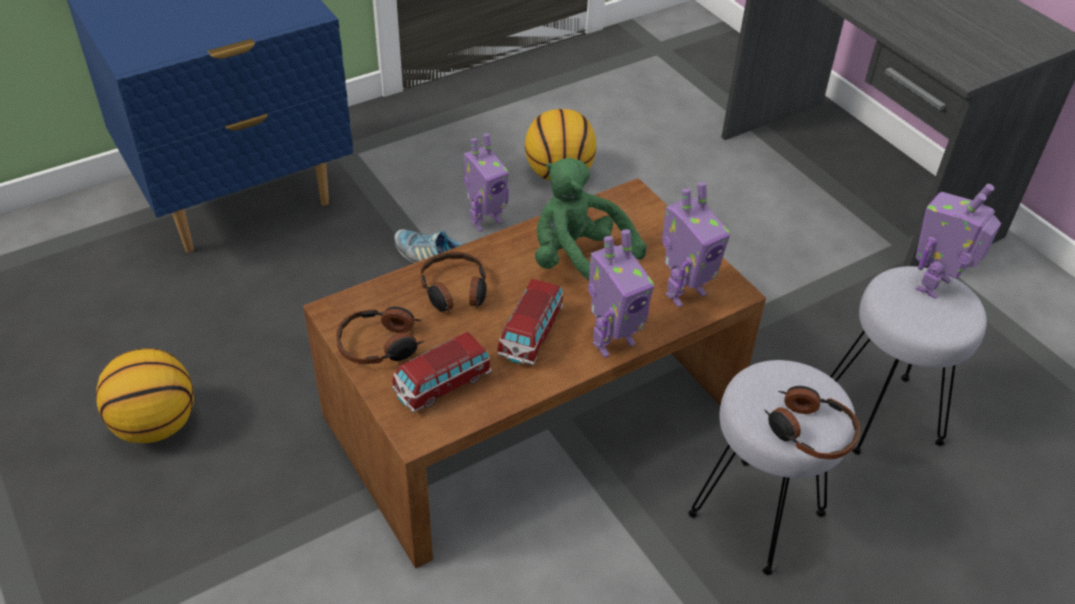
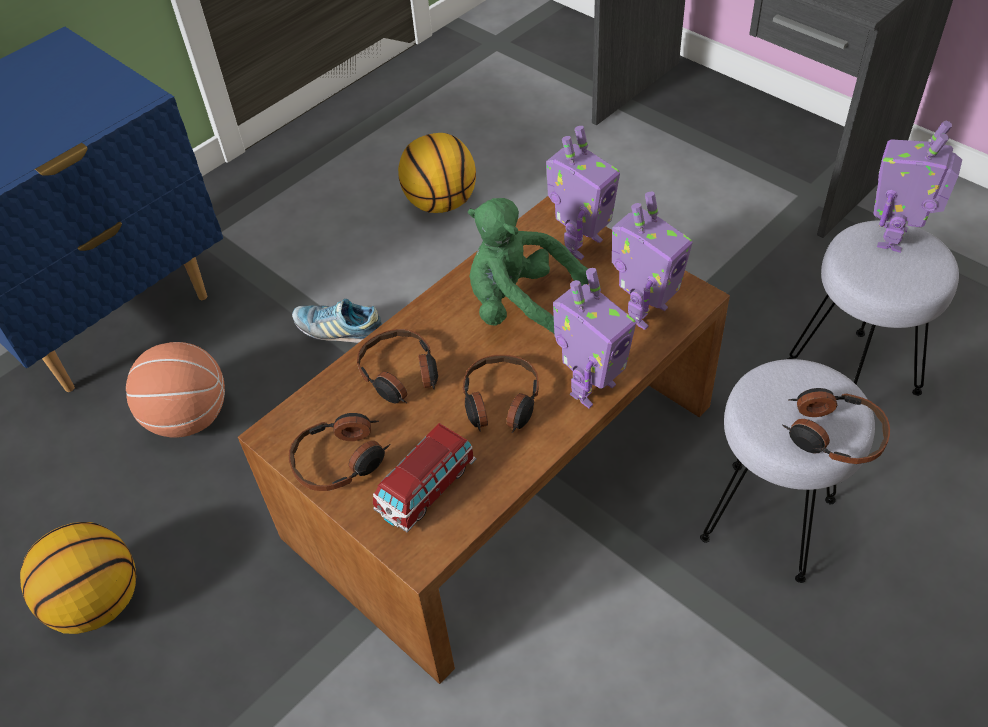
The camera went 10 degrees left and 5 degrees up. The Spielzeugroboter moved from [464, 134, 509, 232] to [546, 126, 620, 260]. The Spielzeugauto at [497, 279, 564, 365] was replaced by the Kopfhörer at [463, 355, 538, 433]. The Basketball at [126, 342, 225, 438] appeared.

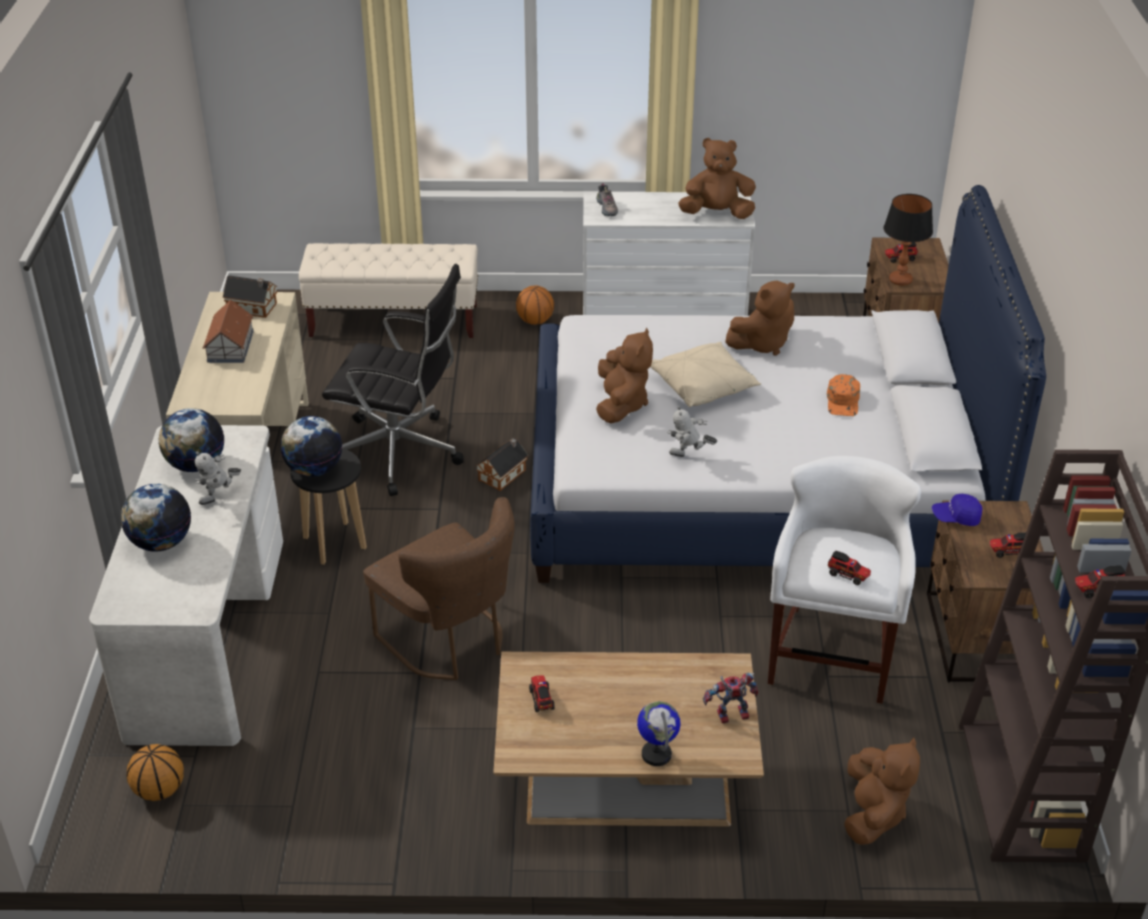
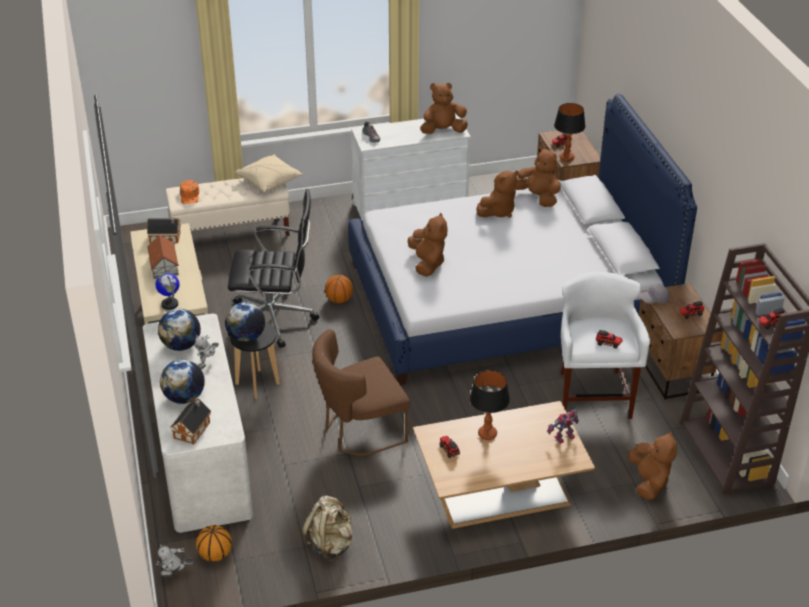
The camera went 15 degrees left and 0 degrees up. The Stuhl (braun) at [363, 497, 515, 680] turned 120 degrees clockwise. The Spielzeughaus moved from [476, 438, 528, 491] to [170, 398, 211, 445]. The Basketball moved from [516, 285, 554, 325] to [325, 275, 353, 303]. The Globus moved from [637, 701, 680, 766] to [156, 272, 180, 310]. The Kissen (beige) moved from [650, 342, 761, 407] to [235, 154, 303, 192]. The Spielzeugroboter moved from [667, 406, 717, 457] to [156, 545, 194, 576]. The Kappe (orange) moved from [827, 374, 860, 416] to [180, 180, 199, 204]. The Kappe (blau) at [932, 494, 983, 526] became the Kappe (grau) at [639, 284, 669, 303]. The Rucksack (beige) at [302, 496, 353, 561] appeared. The Tischlampe at [469, 370, 510, 440] appeared. The Plüschtier (braun) at [516, 146, 561, 207] appeared.

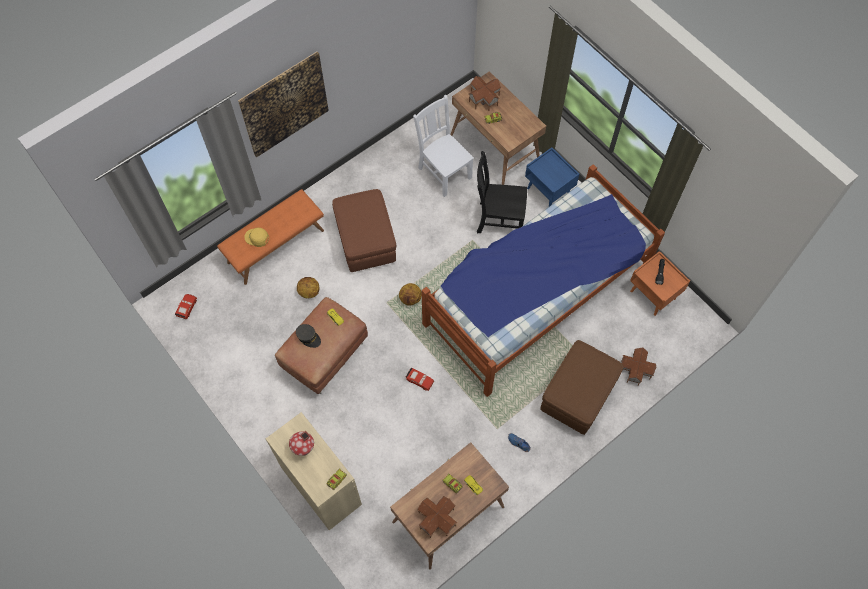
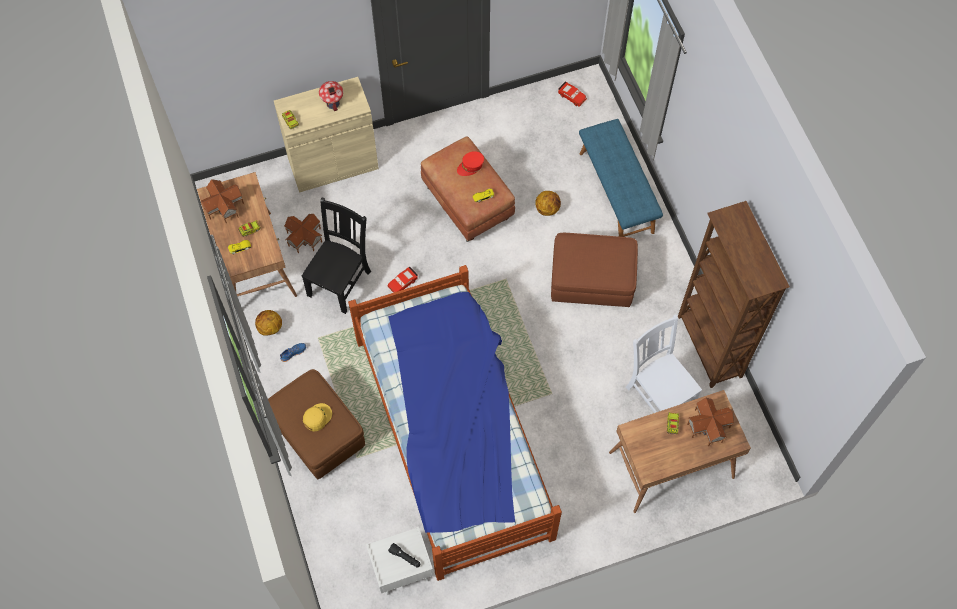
The camera went 110 degrees right and 0 degrees up. The Bank (orange) at [217, 189, 324, 285] became the Bank (blau) at [579, 119, 663, 237]. The Bild at [238, 52, 329, 157] disappeared. The Kappe (gelb) moved from [244, 228, 269, 247] to [303, 403, 332, 431]. The Kappe (grau) at [296, 324, 321, 348] became the Kappe (rot) at [457, 151, 484, 176]. The Basketball moved from [399, 283, 422, 306] to [255, 310, 282, 336]. The Stuhl (weiß) at [413, 95, 474, 197] turned 105 degrees counterclockwise. The Stuhl (schwarz) moved from [477, 151, 527, 233] to [302, 197, 371, 314]. The Nachttisch (blau) at [525, 147, 579, 206] disappeared. The Spielzeughaus moved from [621, 348, 656, 386] to [284, 214, 322, 254]. The Nachttisch (orange) at [630, 251, 690, 316] became the Nachttisch (weiß) at [366, 526, 434, 595]. The Bücherregal (braun) at [678, 201, 790, 388] appeared.

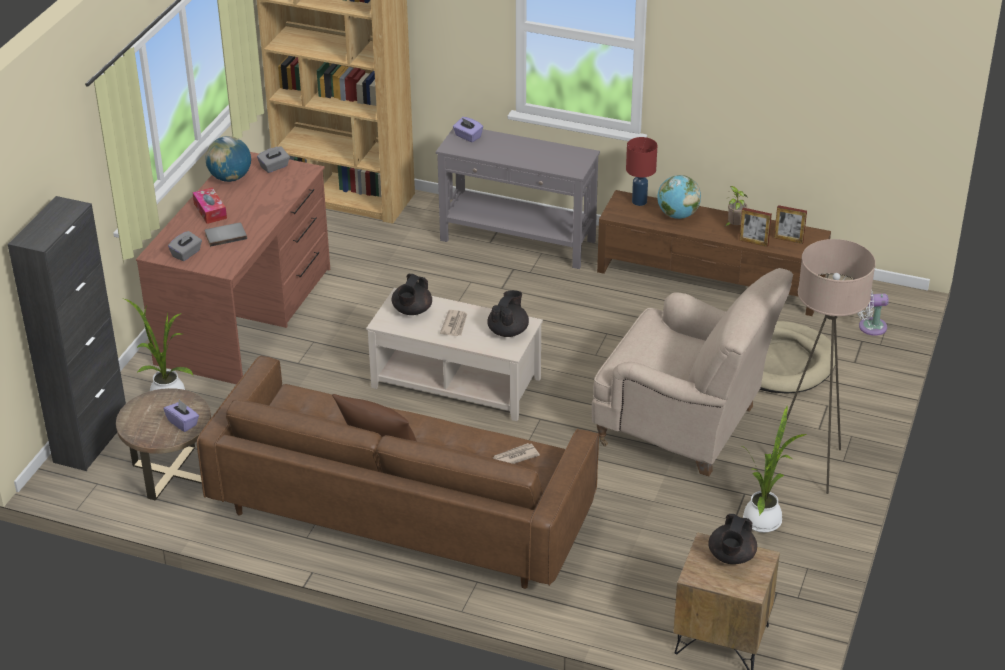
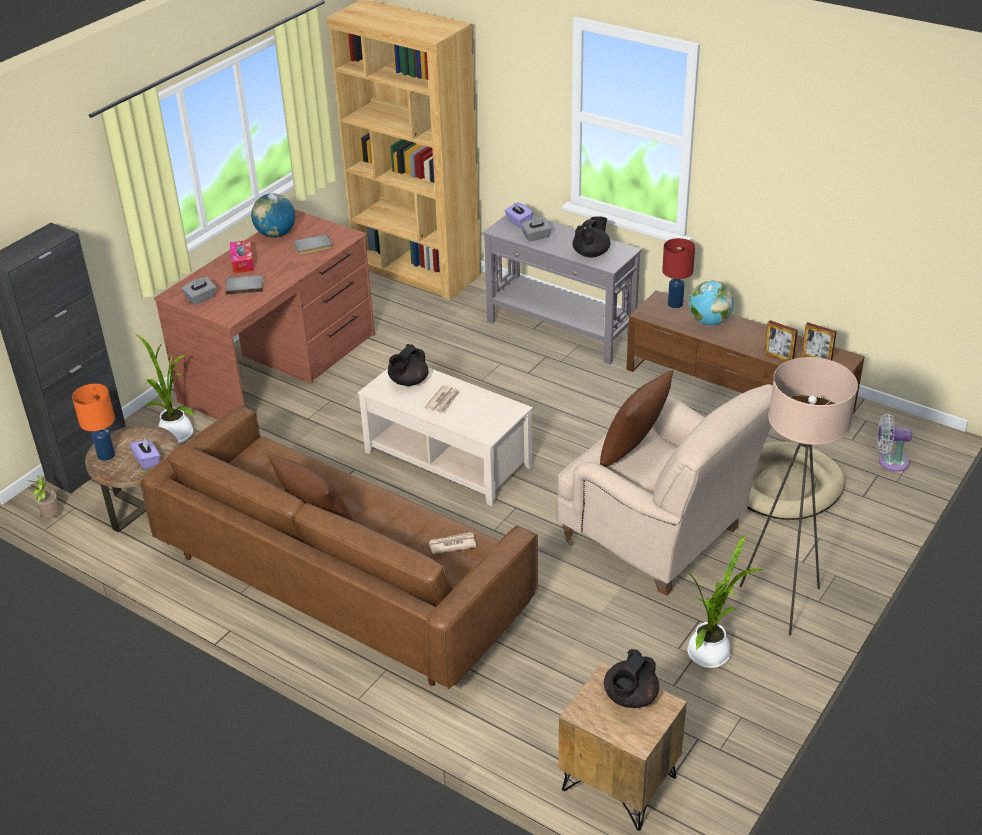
The camera went 15 degrees right and 0 degrees up. The Taschentuchbox (grau) moved from [257, 147, 290, 173] to [521, 218, 552, 241]. The Teekanne (schwarz) moved from [487, 290, 529, 337] to [573, 216, 610, 258]. The Topfpflanze moved from [724, 186, 748, 227] to [27, 475, 60, 518]. The Tischlampe (orange) at [72, 384, 115, 461] appeared. The Buch (grau) at [293, 234, 333, 255] appeared. The Kissen (braun) at [600, 370, 673, 467] appeared.

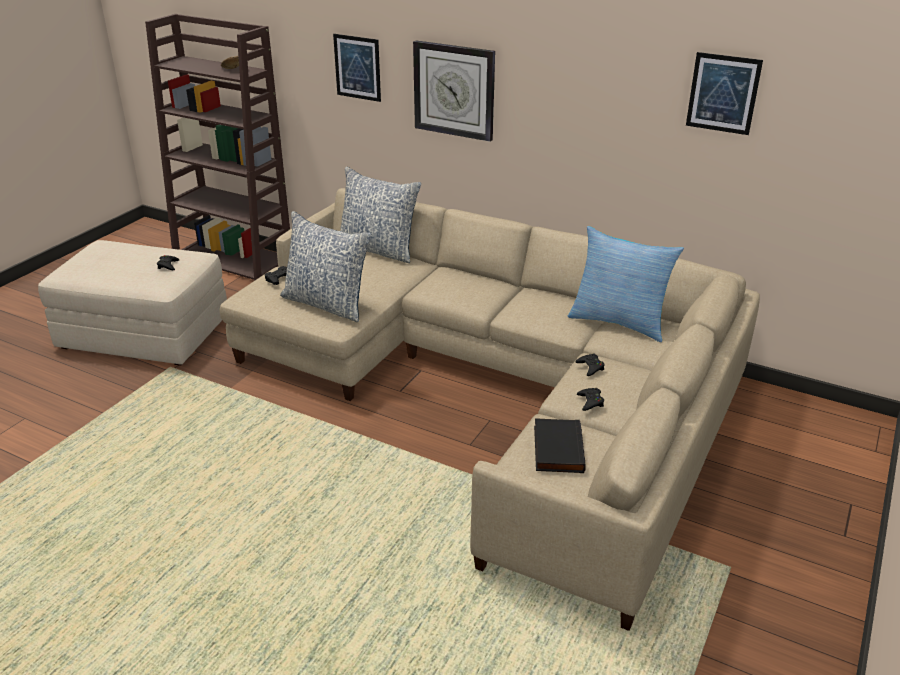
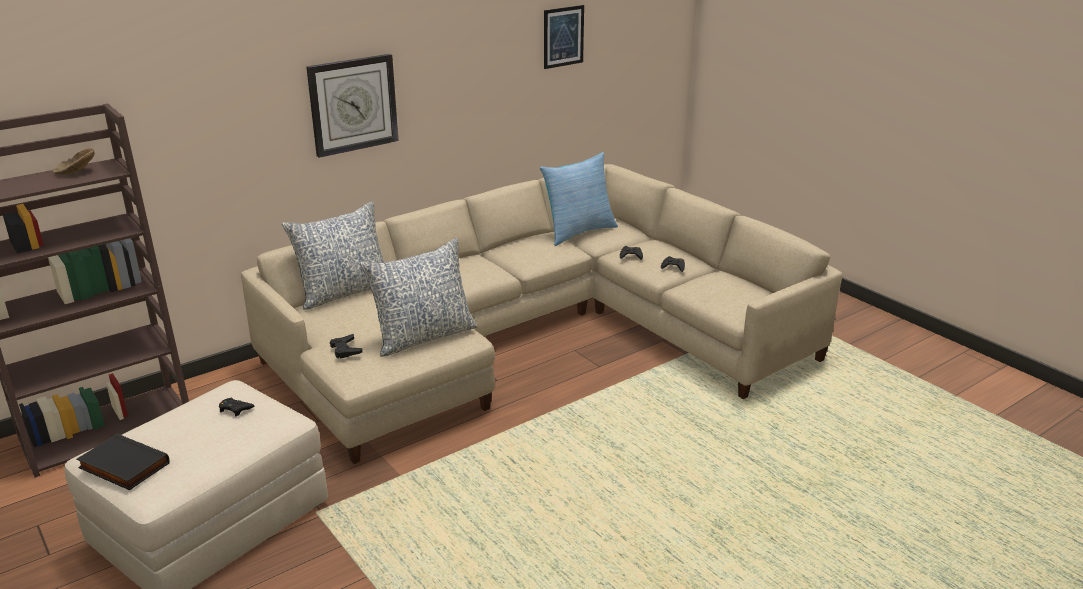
The camera went 65 degrees left and 5 degrees down. The Bild at [333, 34, 381, 102] disappeared. The Buch (schwarz) moved from [534, 418, 586, 473] to [77, 433, 169, 490].

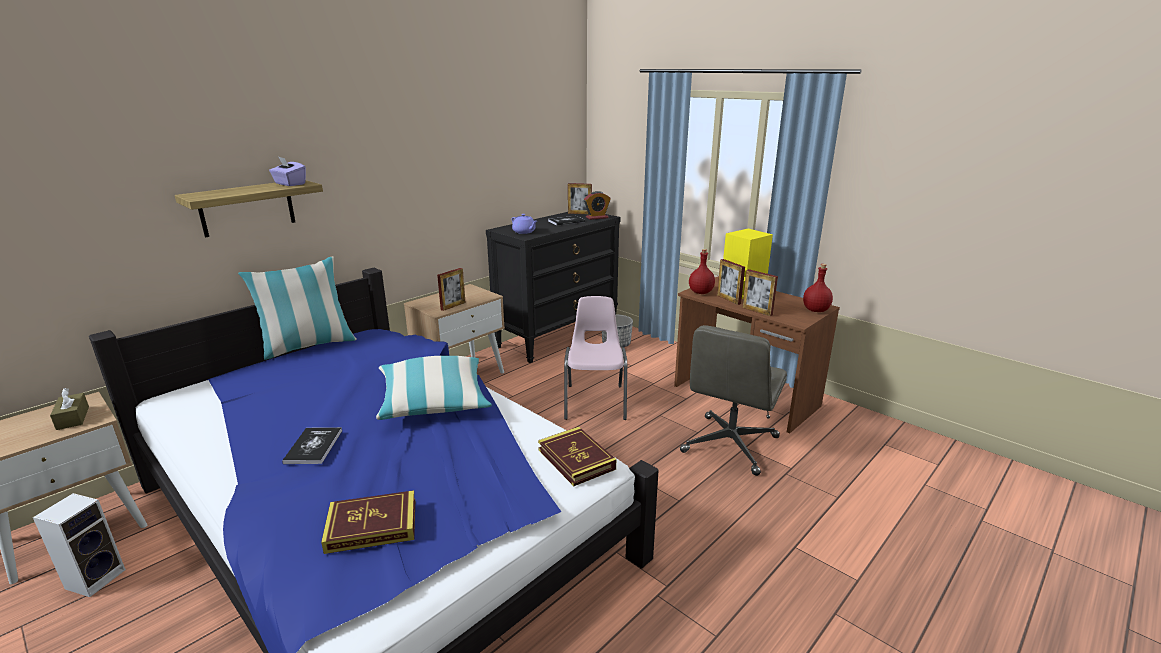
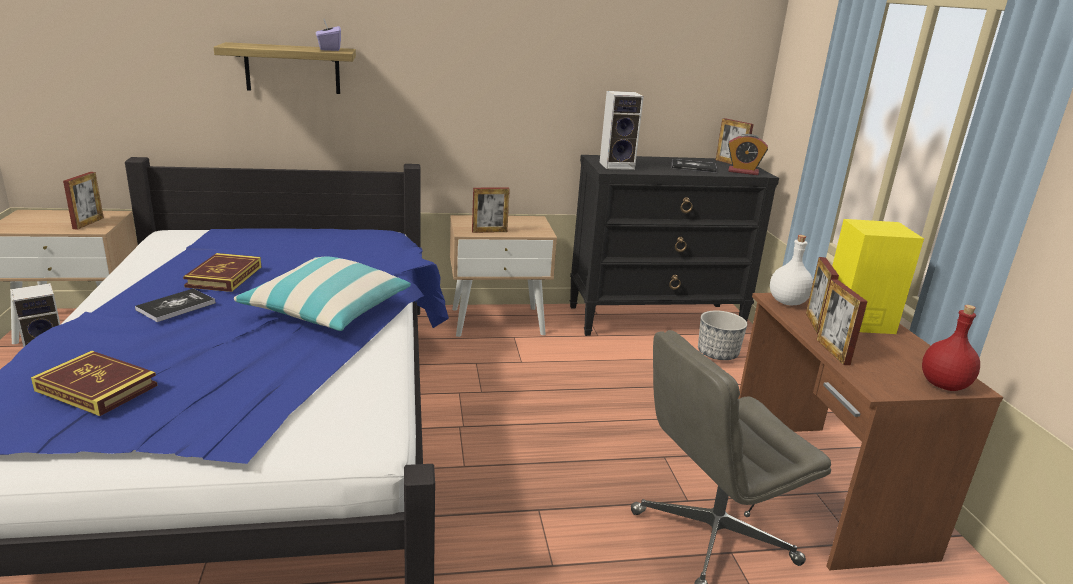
The camera went 35 degrees right and 0 degrees up. The Taschentuchbox (braun) at [50, 388, 89, 430] was replaced by the Bilderrahmen at [63, 172, 104, 230]. The Kissen at [238, 257, 357, 360] disappeared. The Teekanne (lila) at [512, 214, 537, 234] was replaced by the Lautsprecher at [600, 91, 644, 170]. The Buch moved from [538, 427, 616, 486] to [183, 253, 261, 292]. The Stuhl (rosa) at [564, 296, 627, 420] disappeared. The Flasche (rot) at [689, 249, 715, 294] became the Flasche (weiß) at [770, 235, 813, 305].

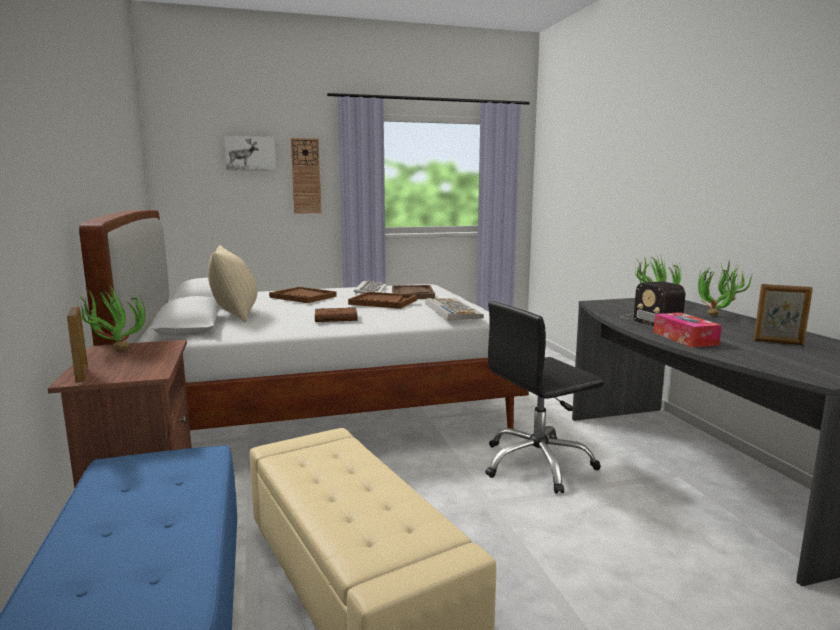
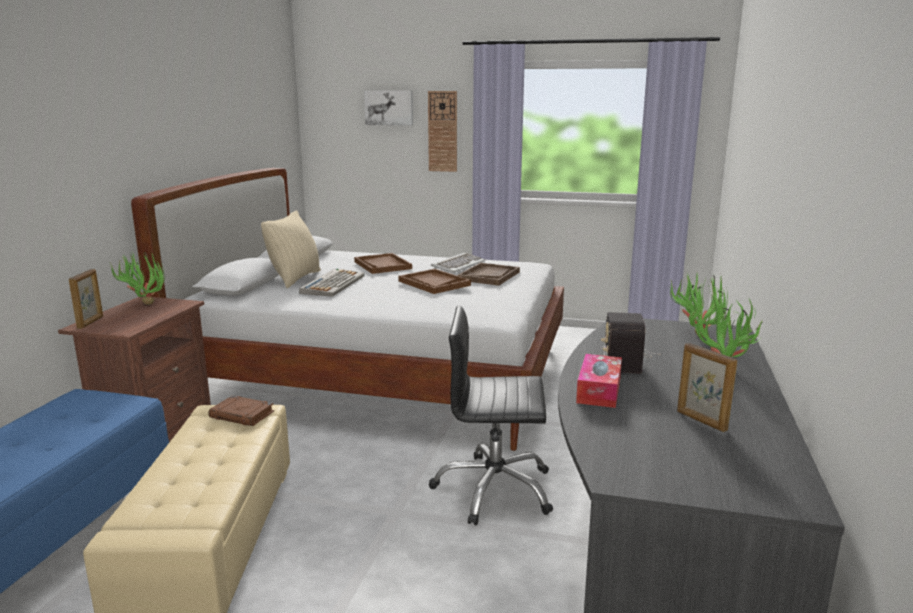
The camera went 30 degrees right and 5 degrees up. The Buch (braun) moved from [315, 307, 357, 322] to [208, 395, 274, 426]. The Tastatur moved from [425, 298, 484, 320] to [299, 269, 364, 297].

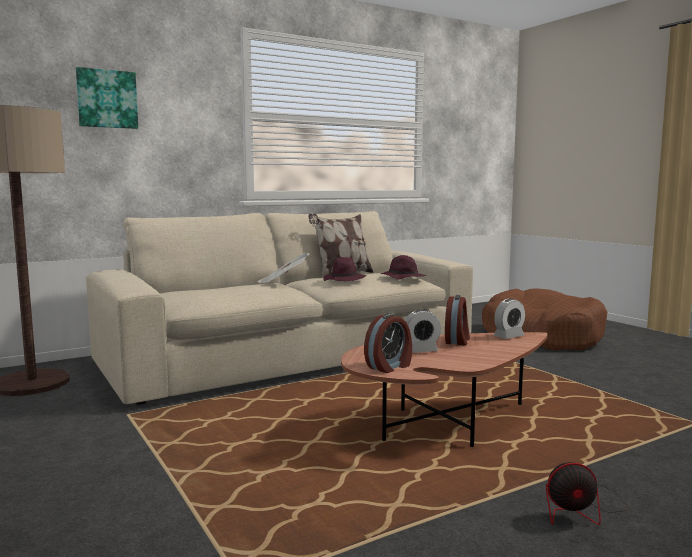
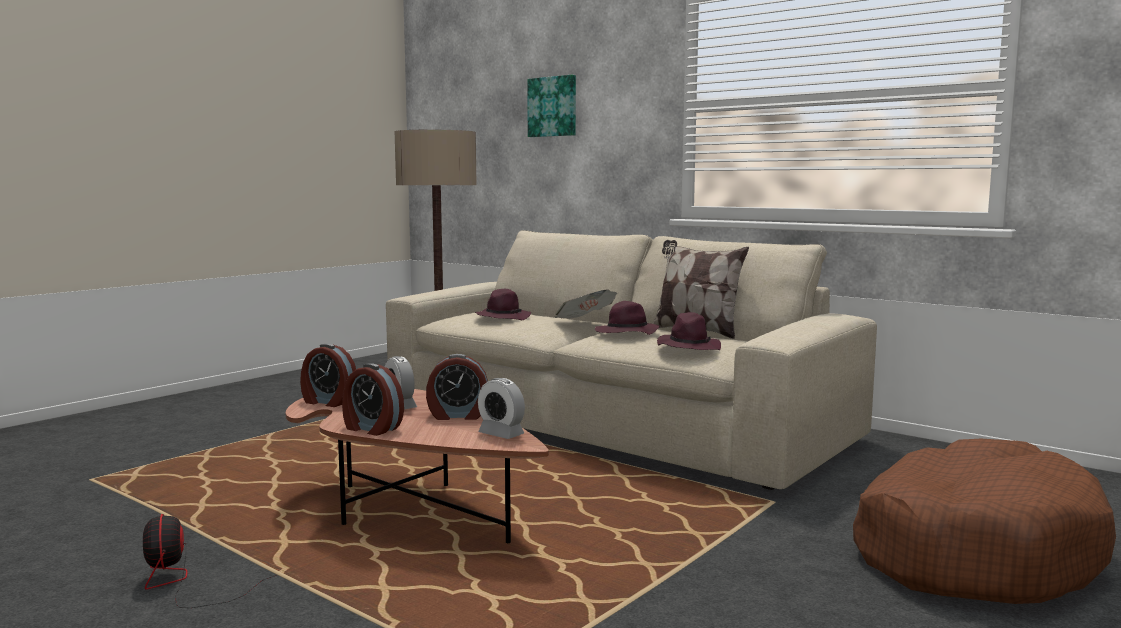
The camera went 70 degrees right and 0 degrees up. The Wecker at [342, 363, 404, 436] appeared. The Hut (lila) at [475, 289, 531, 320] appeared.

